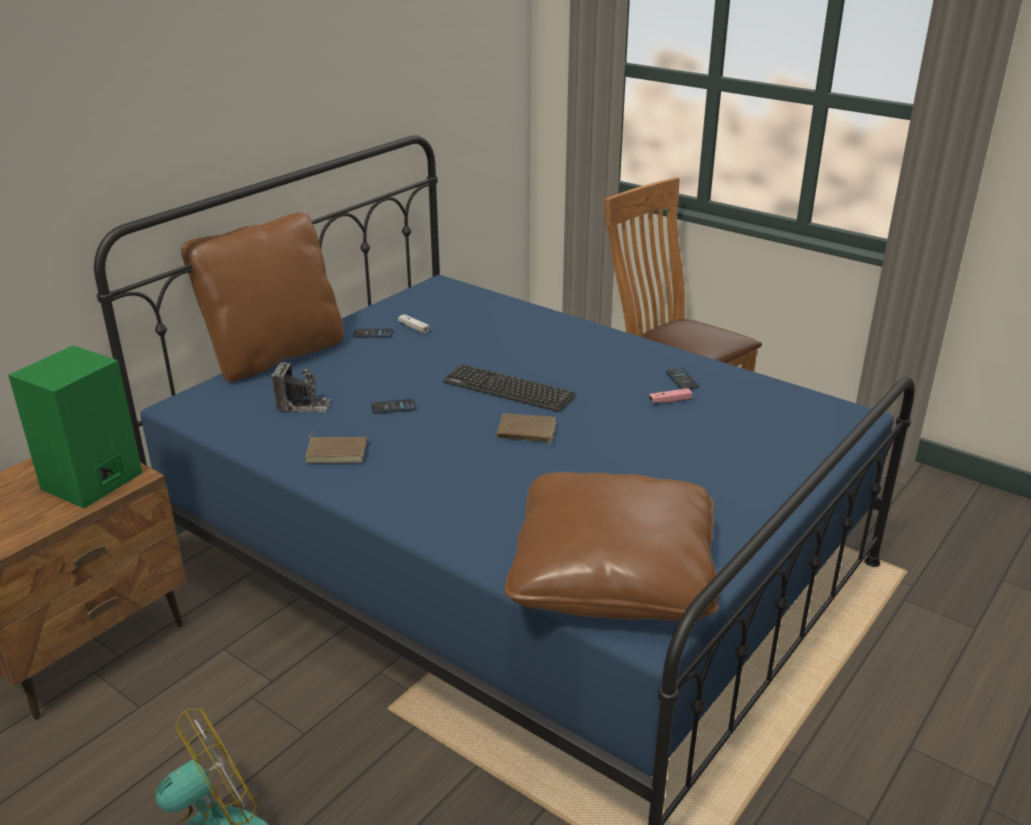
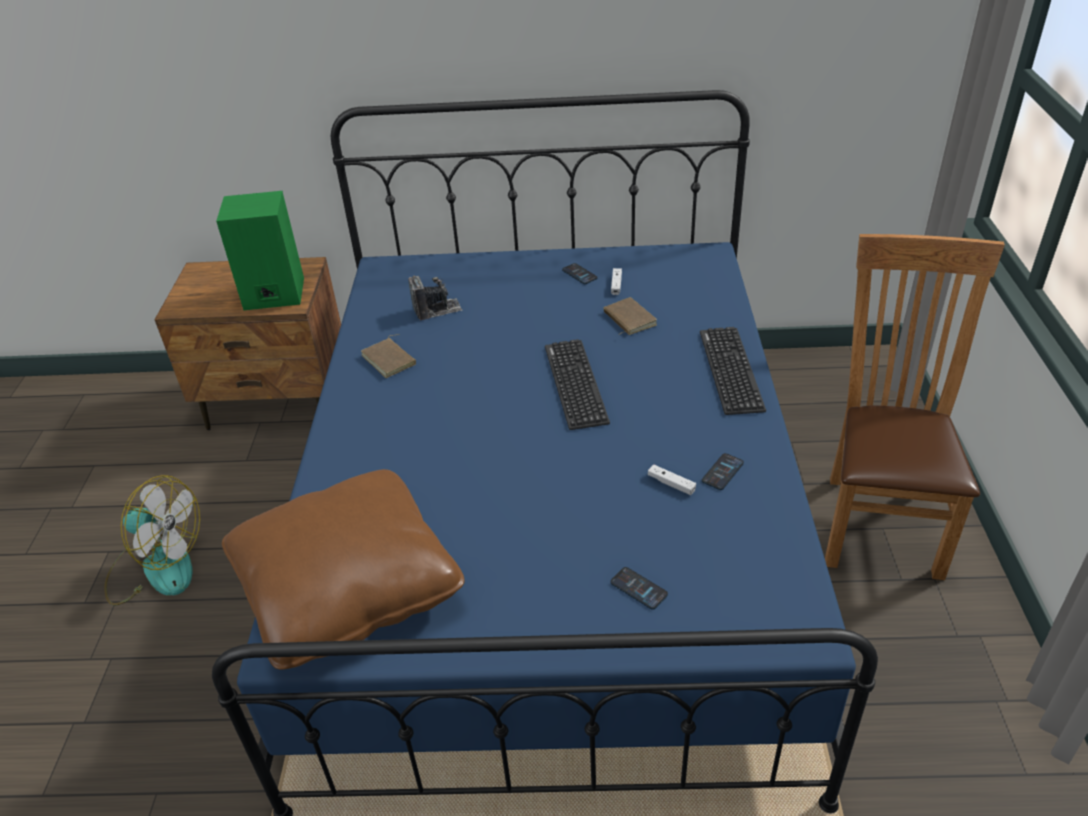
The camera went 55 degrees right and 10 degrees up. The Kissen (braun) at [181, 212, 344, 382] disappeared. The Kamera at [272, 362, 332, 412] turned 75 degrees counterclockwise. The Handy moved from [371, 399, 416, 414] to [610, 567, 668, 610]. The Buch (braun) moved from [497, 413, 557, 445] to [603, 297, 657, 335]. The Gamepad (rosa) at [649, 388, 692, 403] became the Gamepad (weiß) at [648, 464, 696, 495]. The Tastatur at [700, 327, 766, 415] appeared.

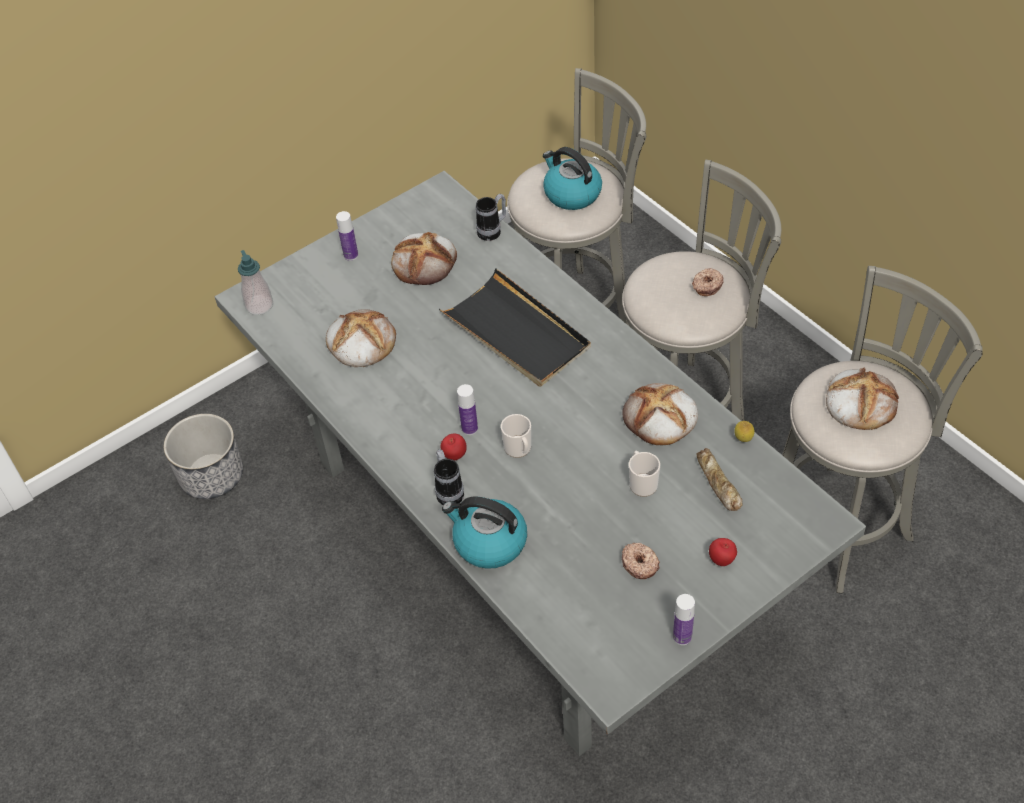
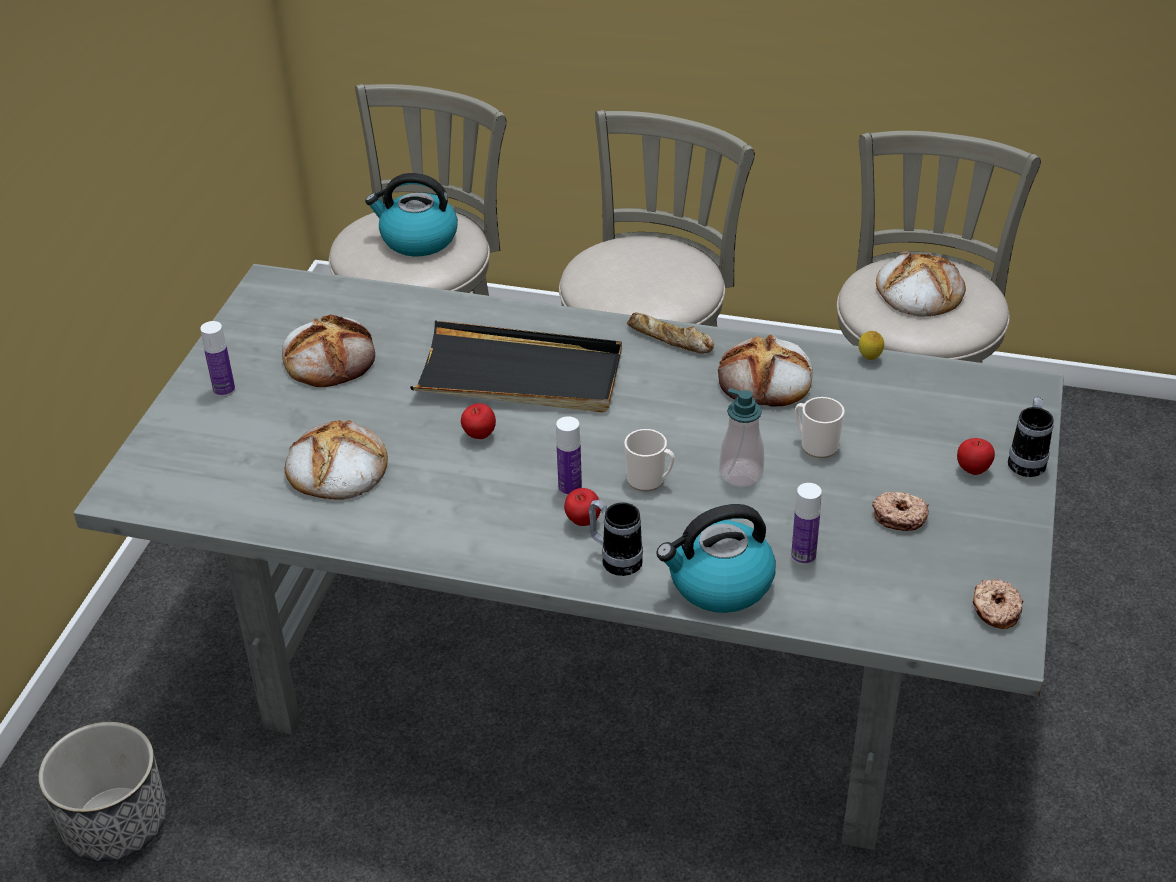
The camera went 40 degrees left and 10 degrees down. The Seifenspender moved from [238, 250, 273, 315] to [719, 388, 764, 487]. The Henkelbecher moved from [476, 194, 506, 241] to [1008, 397, 1054, 477]. The Flasche moved from [673, 594, 695, 645] to [791, 483, 822, 565]. The Donut moved from [692, 268, 724, 296] to [973, 579, 1023, 629]. The Brot moved from [696, 448, 743, 511] to [627, 312, 714, 354]. The Apfel at [461, 403, 496, 439] appeared.

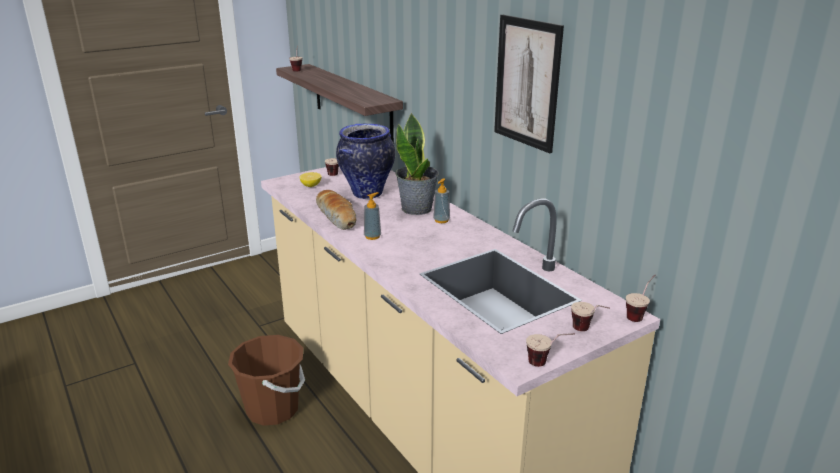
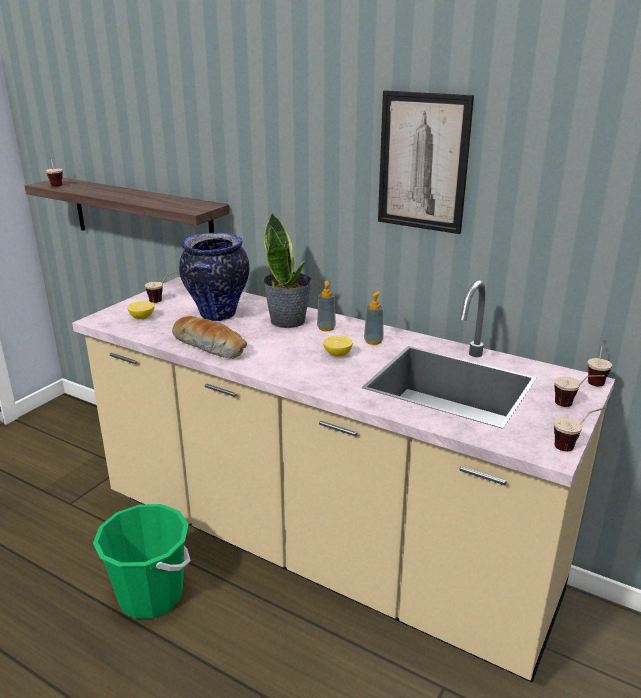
The camera went 25 degrees left and 0 degrees up. The Eimer (braun) at [228, 335, 305, 426] became the Eimer (grün) at [93, 504, 191, 619]. The Seifenspender moved from [364, 192, 381, 240] to [364, 291, 384, 345]. The Zitrone at [323, 335, 353, 357] appeared.

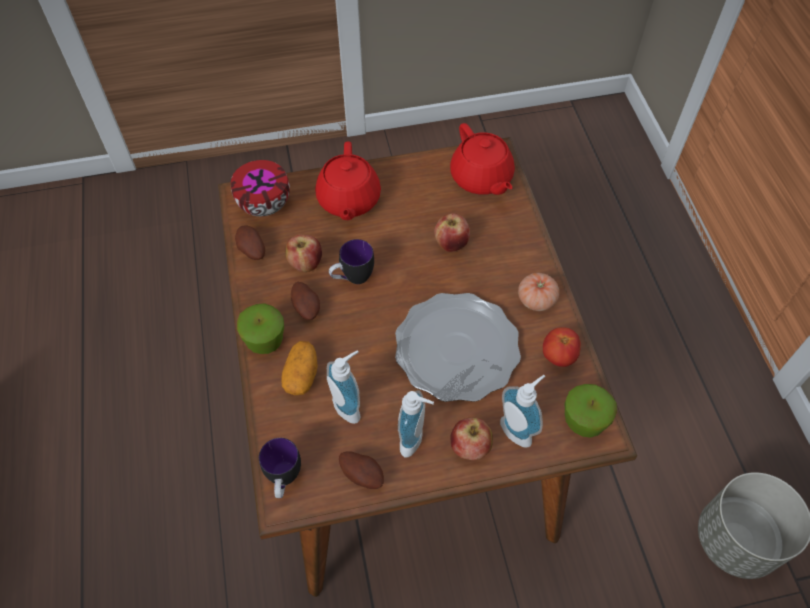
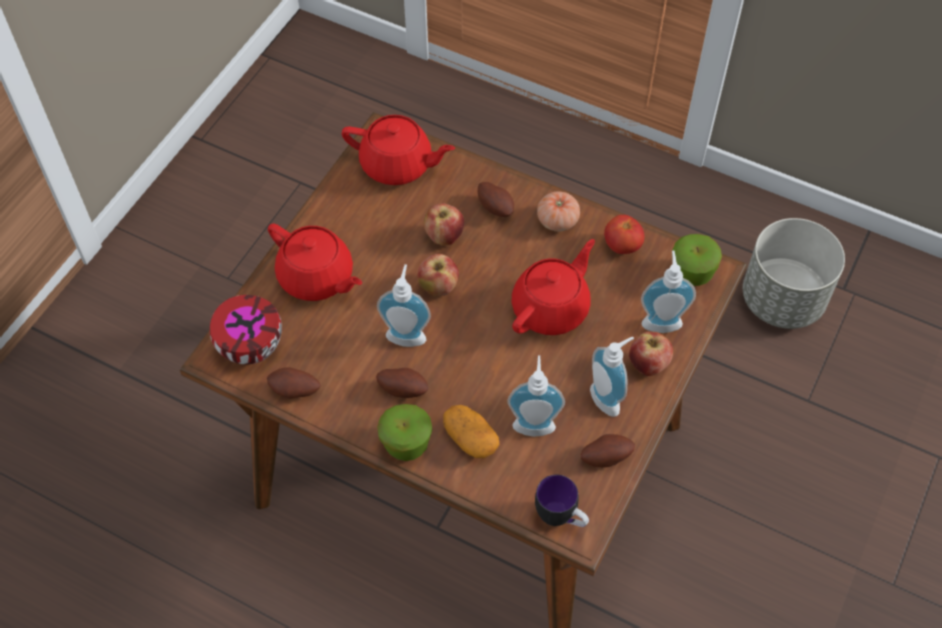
The camera went 50 degrees left and 0 degrees up. The Apfel moved from [285, 235, 322, 272] to [417, 254, 459, 296]. The Henkelbecher at [329, 239, 374, 284] was replaced by the Seifenspender at [377, 264, 431, 347]. The Teller at [395, 293, 521, 402] was replaced by the Teekanne (rot) at [512, 239, 595, 335]. The Kartoffel at [478, 182, 514, 217] appeared.

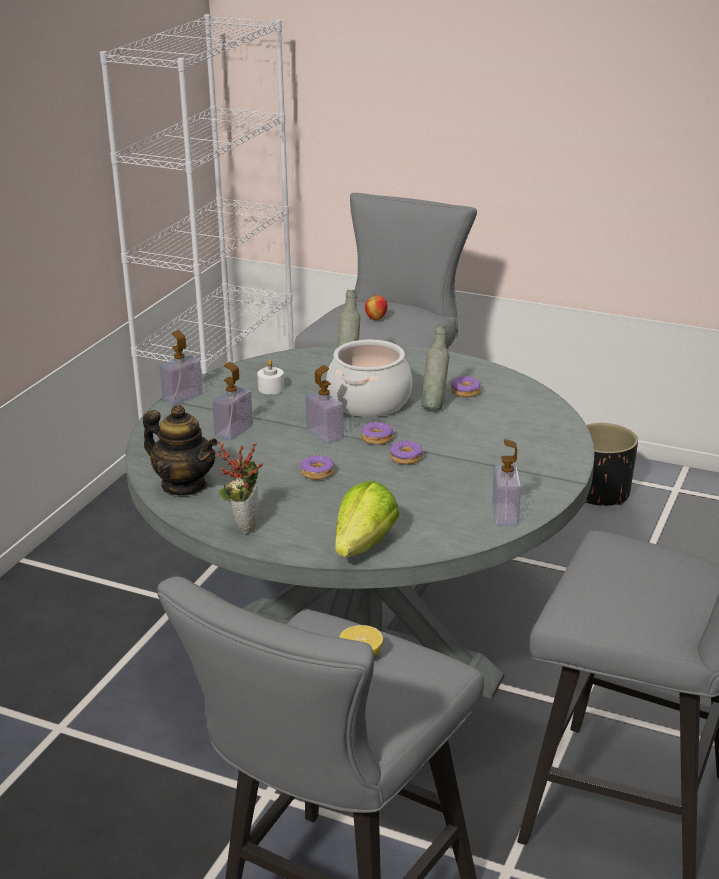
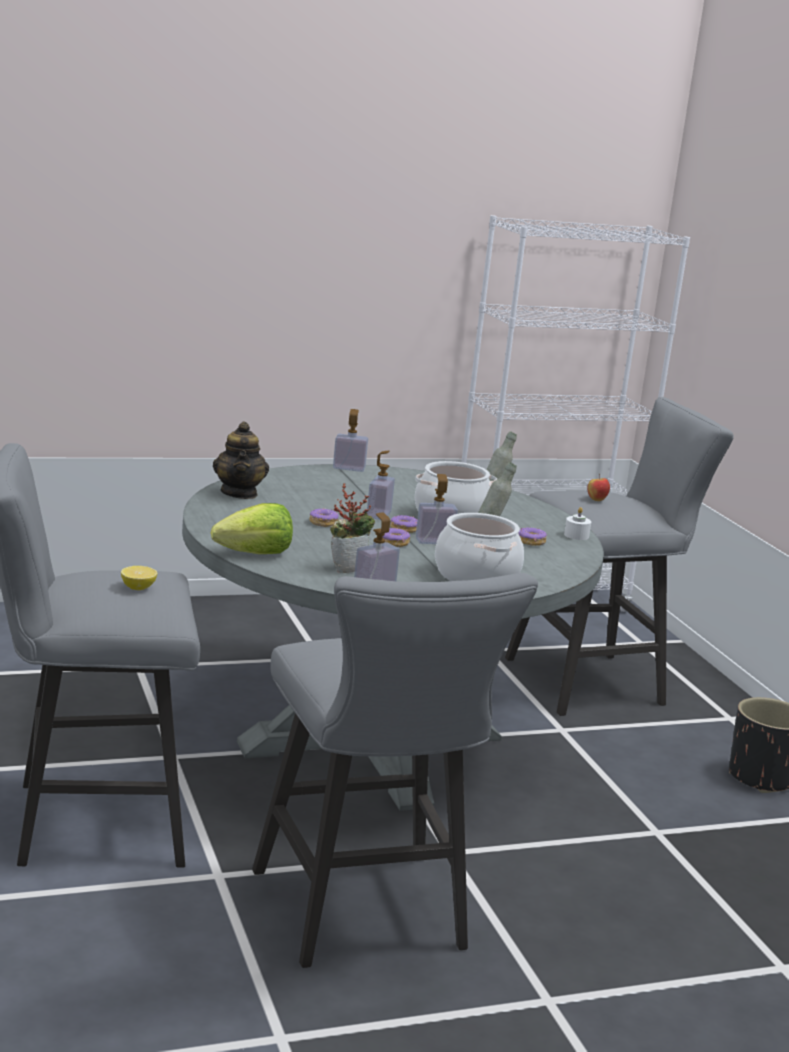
The camera went 45 degrees right and 10 degrees down. The Seifenspender moved from [212, 362, 253, 440] to [416, 474, 458, 544]. The Topfpflanze moved from [218, 441, 263, 534] to [330, 483, 375, 573]. The Kerze (weiß) moved from [257, 360, 284, 394] to [564, 507, 591, 540]. The Kochtopf at [435, 513, 524, 581] appeared.

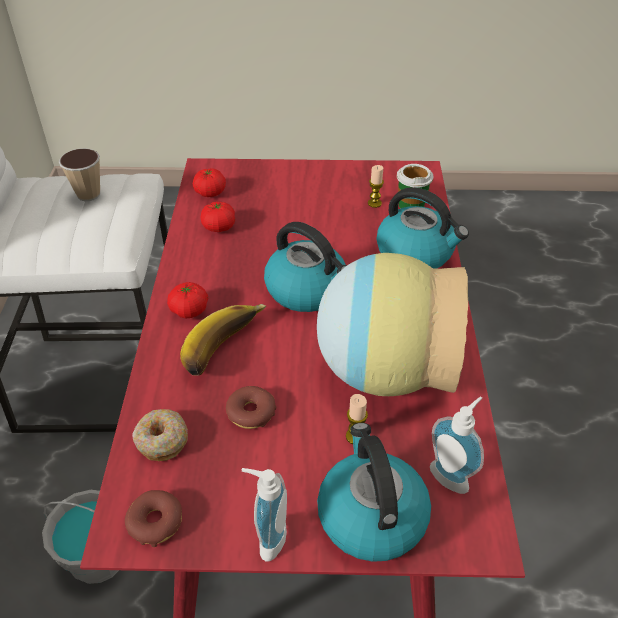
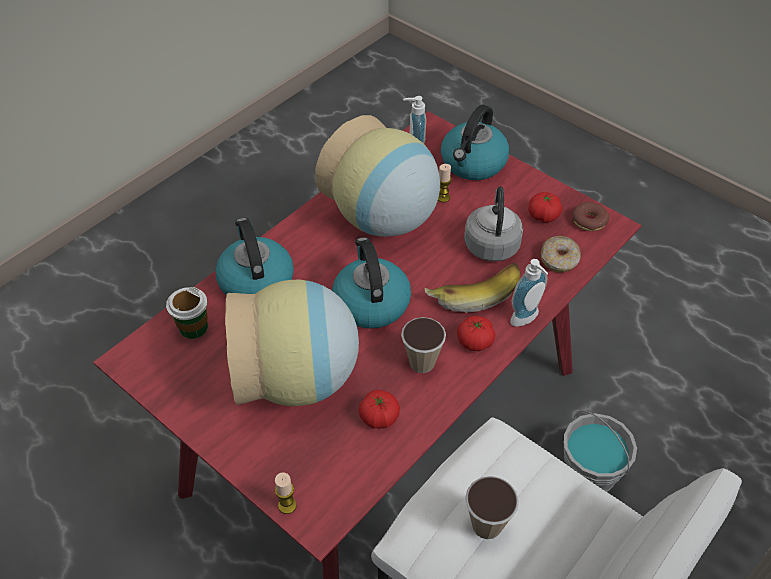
The camera went 140 degrees left and 5 degrees up. The Tomate moved from [193, 168, 226, 197] to [528, 192, 562, 223]. The Donut at [226, 386, 276, 429] was replaced by the Wasserkessel (grau) at [464, 187, 523, 262]. The Seifenspender moved from [242, 468, 287, 562] to [510, 259, 548, 327]. The Kerze moved from [368, 165, 384, 208] to [275, 472, 297, 514]. The Vase at [225, 280, 359, 406] appeared. The Tasse at [401, 317, 446, 373] appeared.

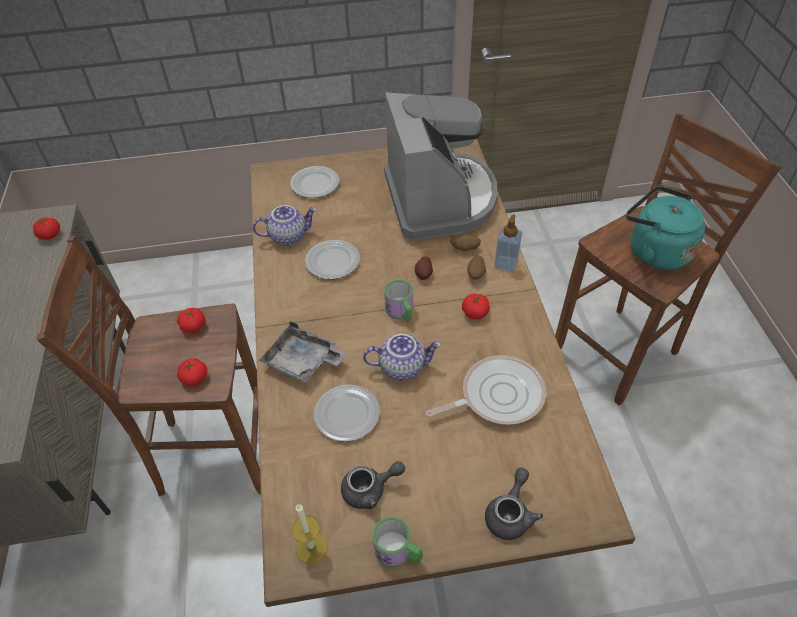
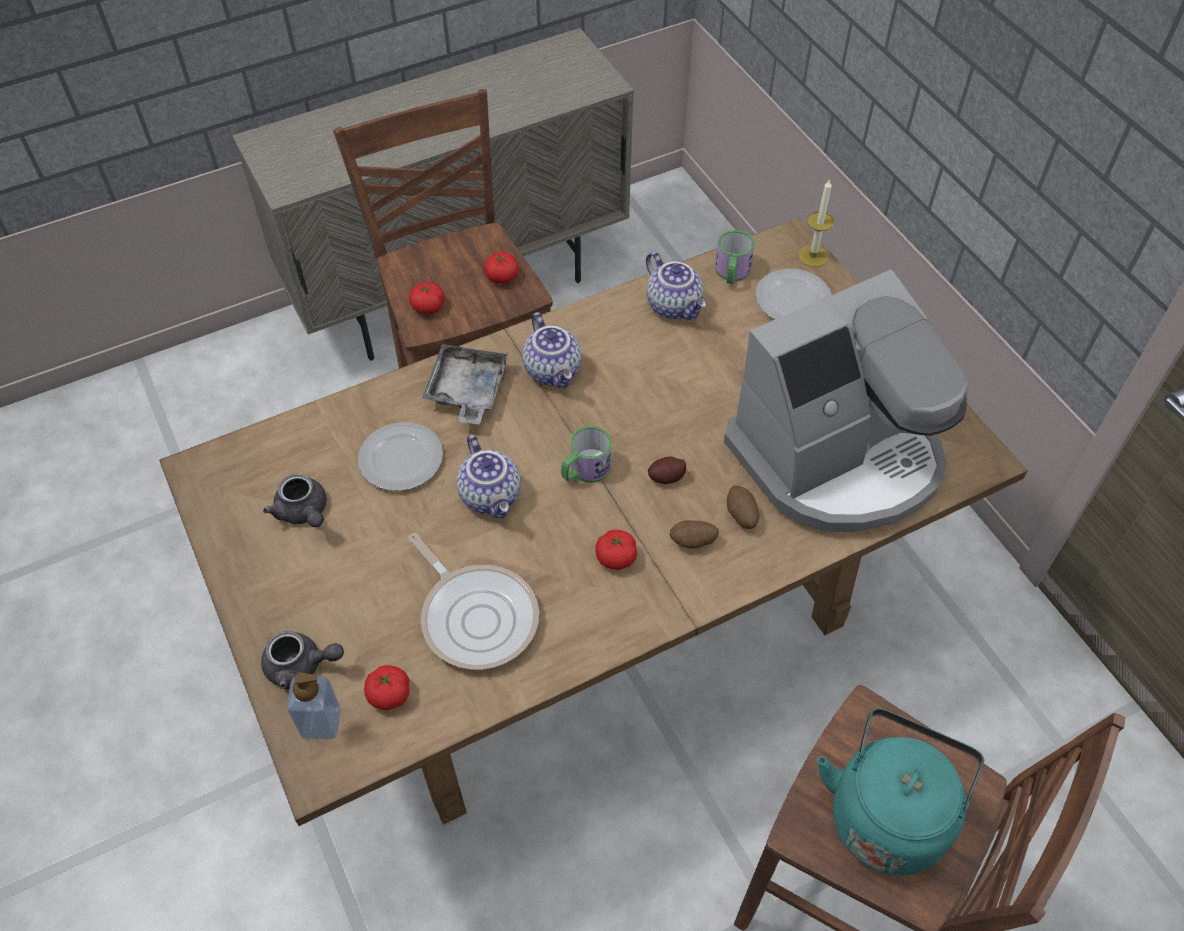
The camera went 70 degrees right and 5 degrees up. The Tomate moved from [33, 217, 60, 240] to [364, 665, 409, 710]. The Kerze moved from [292, 504, 327, 564] to [798, 179, 834, 267]. The Teller at [305, 240, 360, 279] disappeared. The Henkelbecher moved from [373, 517, 423, 567] to [715, 230, 755, 284]. The Seifenspender moved from [494, 214, 522, 272] to [287, 672, 341, 739]. The Teekanne at [522, 312, 582, 389] appeared.

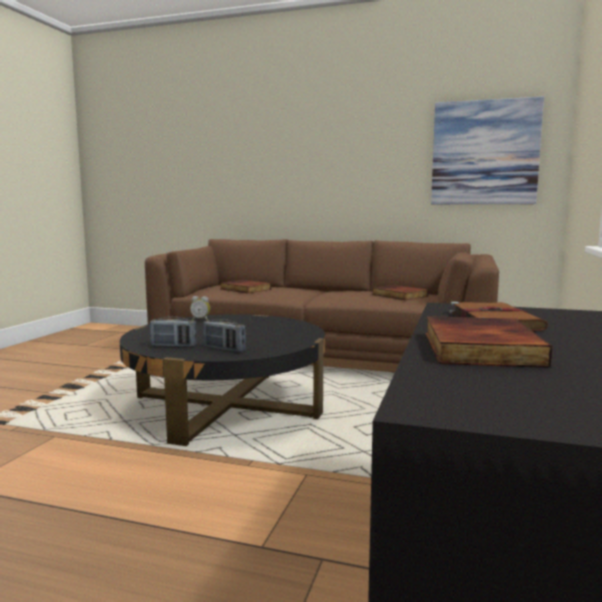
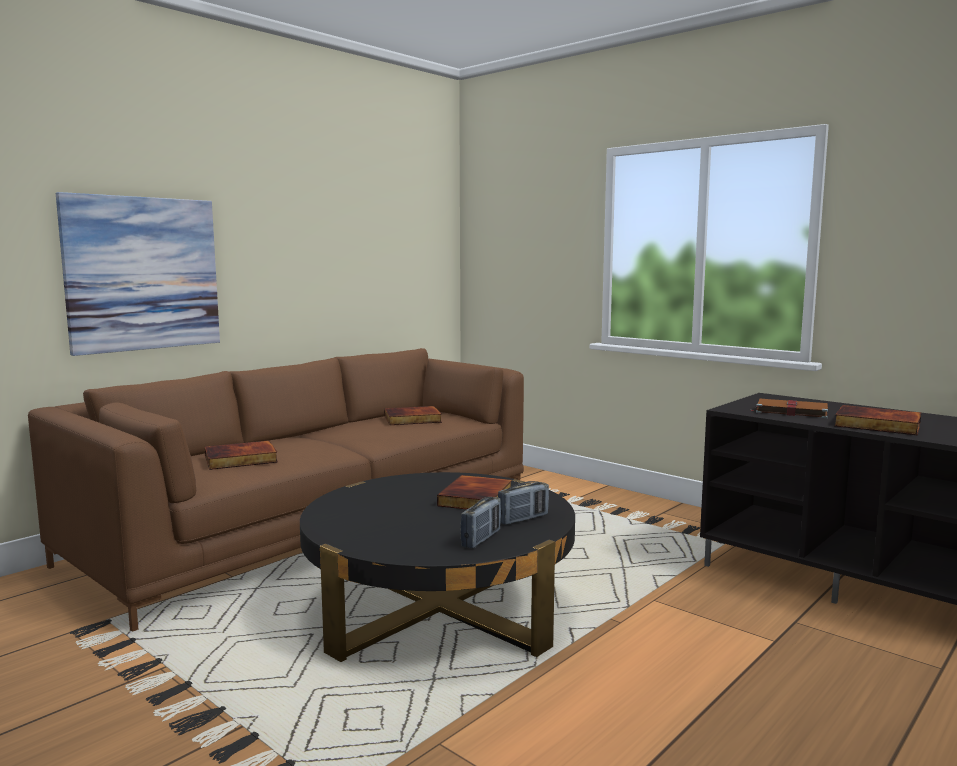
The camera went 65 degrees left and 0 degrees up. The Wecker at [190, 296, 210, 320] disappeared. The Bild moved from [431, 97, 544, 204] to [56, 192, 220, 356]. The Buch at [437, 475, 512, 510] appeared.

